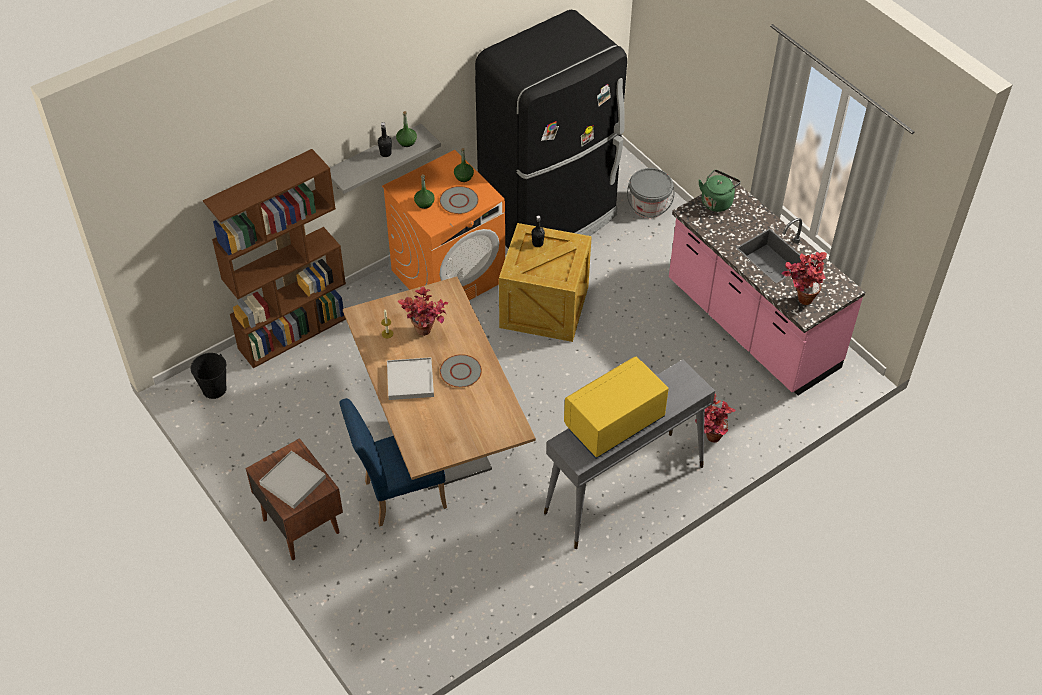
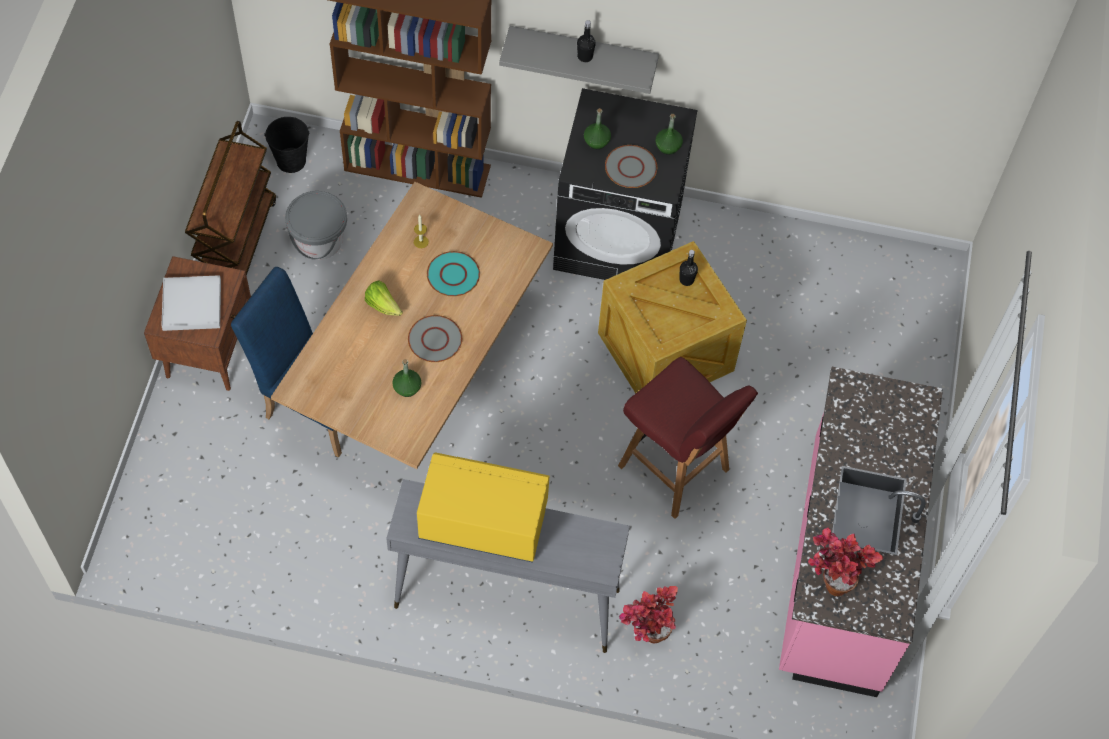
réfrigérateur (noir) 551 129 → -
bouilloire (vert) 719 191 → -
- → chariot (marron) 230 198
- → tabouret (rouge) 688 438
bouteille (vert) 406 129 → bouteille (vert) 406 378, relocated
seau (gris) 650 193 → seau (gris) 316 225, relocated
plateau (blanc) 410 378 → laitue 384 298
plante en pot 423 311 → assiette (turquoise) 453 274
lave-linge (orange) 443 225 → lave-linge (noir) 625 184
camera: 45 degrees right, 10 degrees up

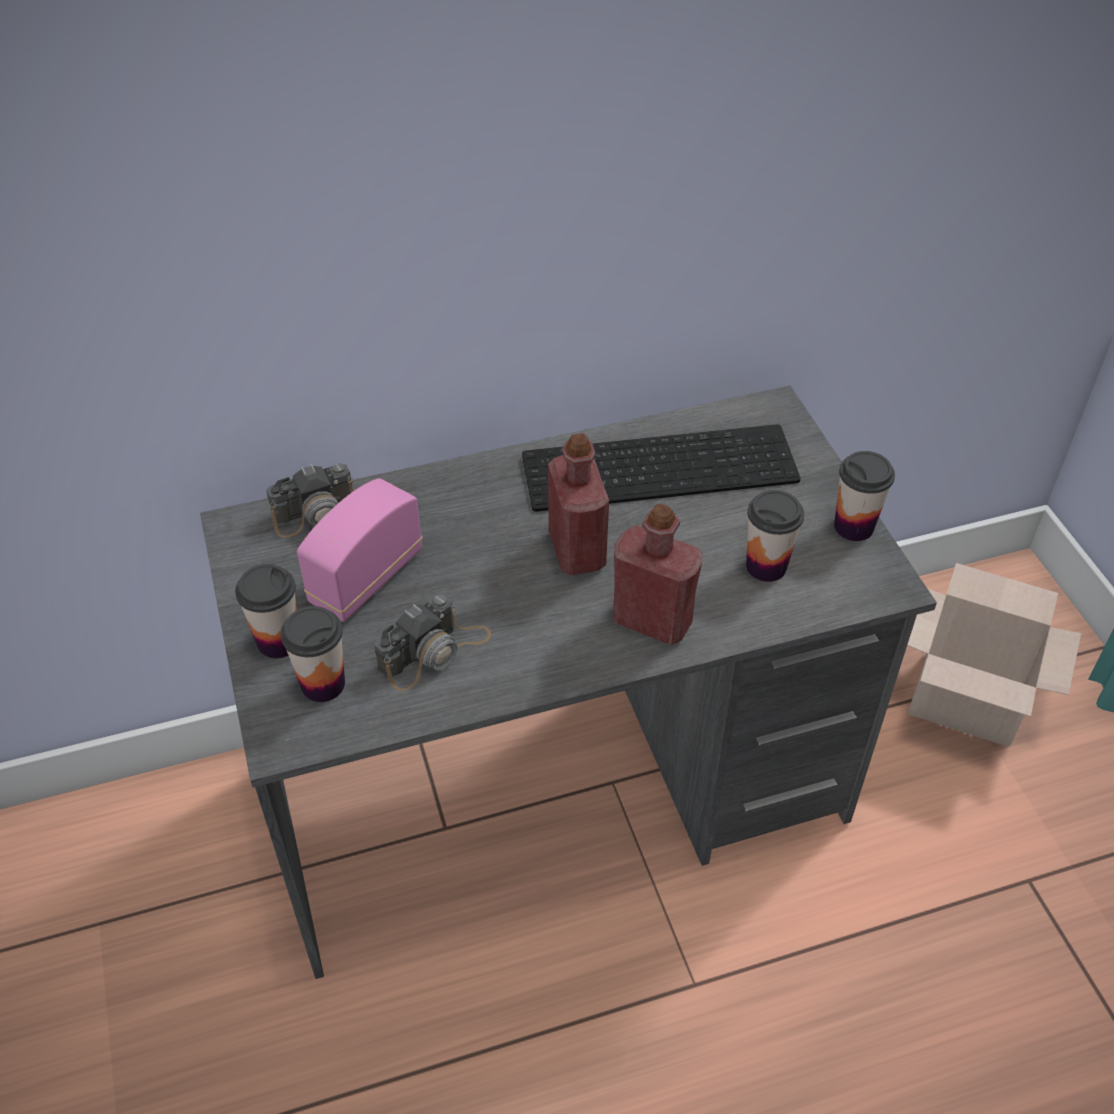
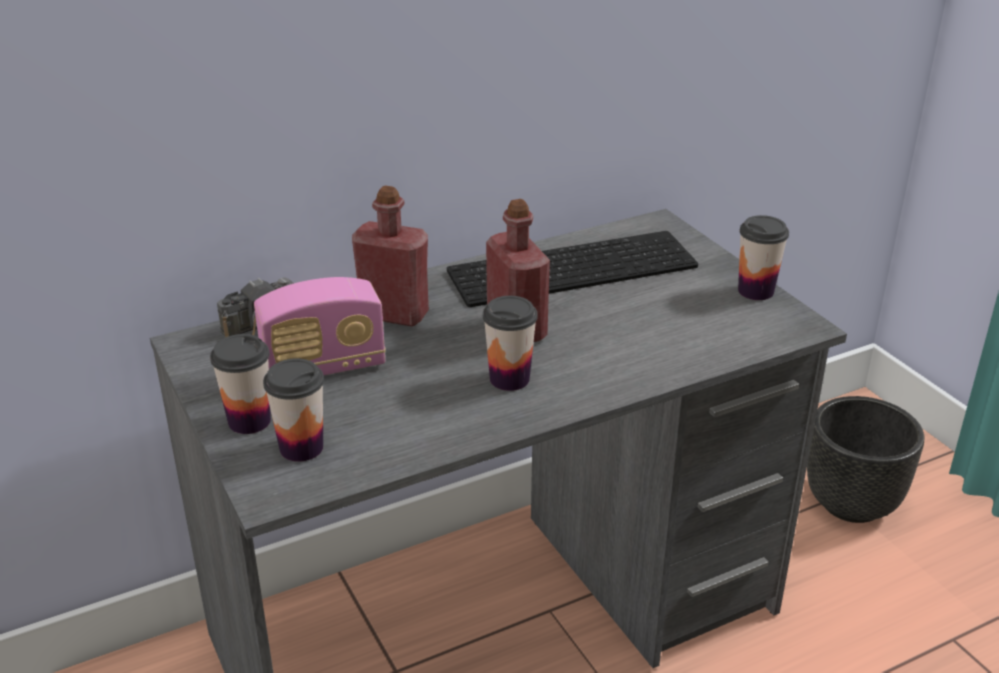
appareil photo 432 642 → -
bouteille (rouge) 657 574 → bouteille (rouge) 390 256, relocated
tasse 775 536 → tasse 510 343, relocated
carton 994 655 → cache-pot (noir) 865 459
radio 359 550 → radio 320 326, 135 degrees counterclockwise
camera: 10 degrees left, 15 degrees down

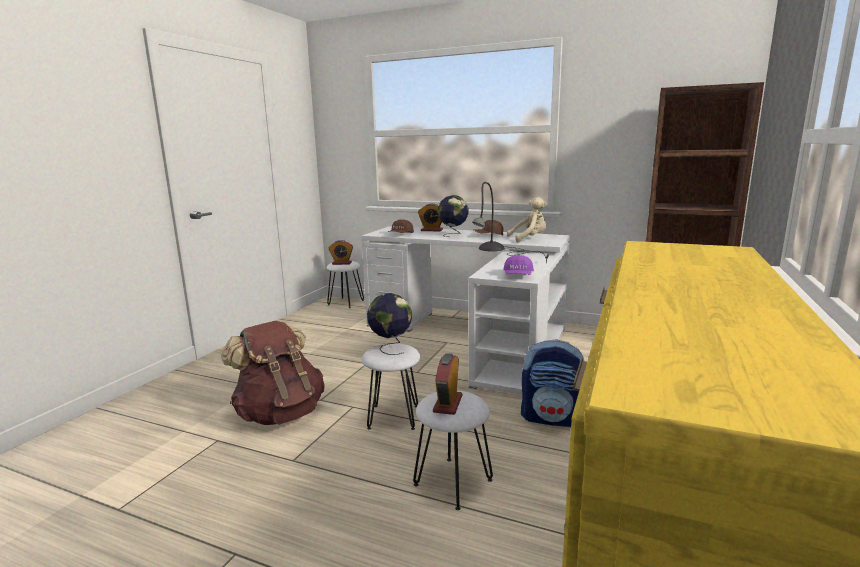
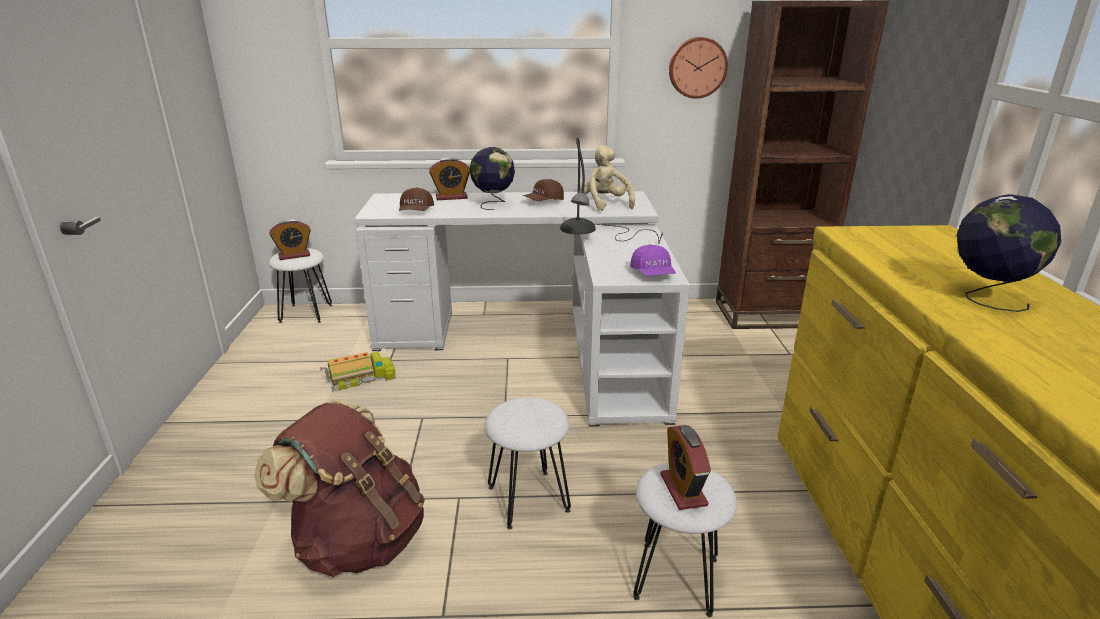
sac à dos 553 383 → -
- → camion jouet 358 370
- → horloge murale 698 68
globe 389 324 → globe 1009 253, relocated
peluche (beige) 527 220 → peluche (beige) 607 178, 75 degrees counterclockwise
camera: 25 degrees left, 10 degrees up

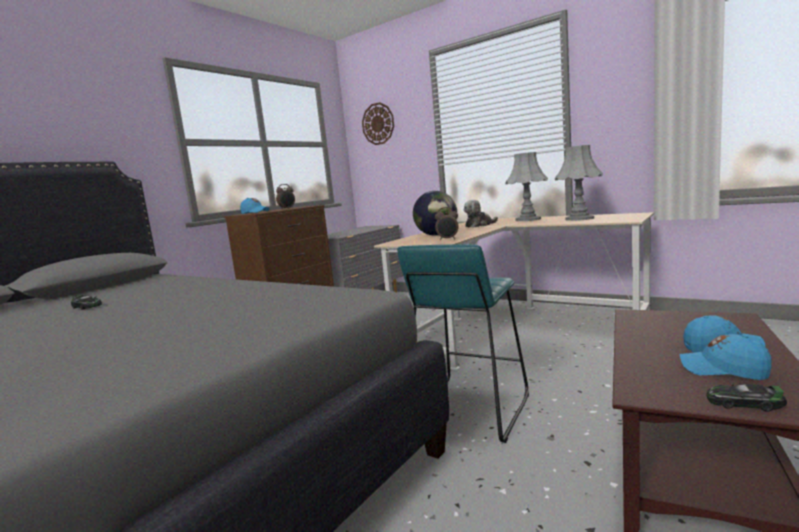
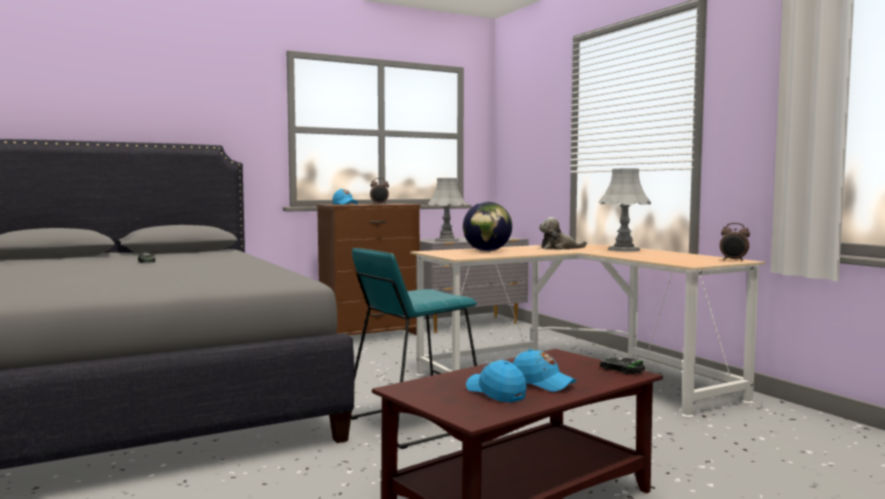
horloge murale 378 123 → -
réveil 447 223 → réveil 735 242, relocated
lampe de table (gris) 579 183 → lampe de table (gris) 447 210, relocated
petite voiture 746 397 → petite voiture 622 366, relocated
camera: 25 degrees right, 5 degrees down

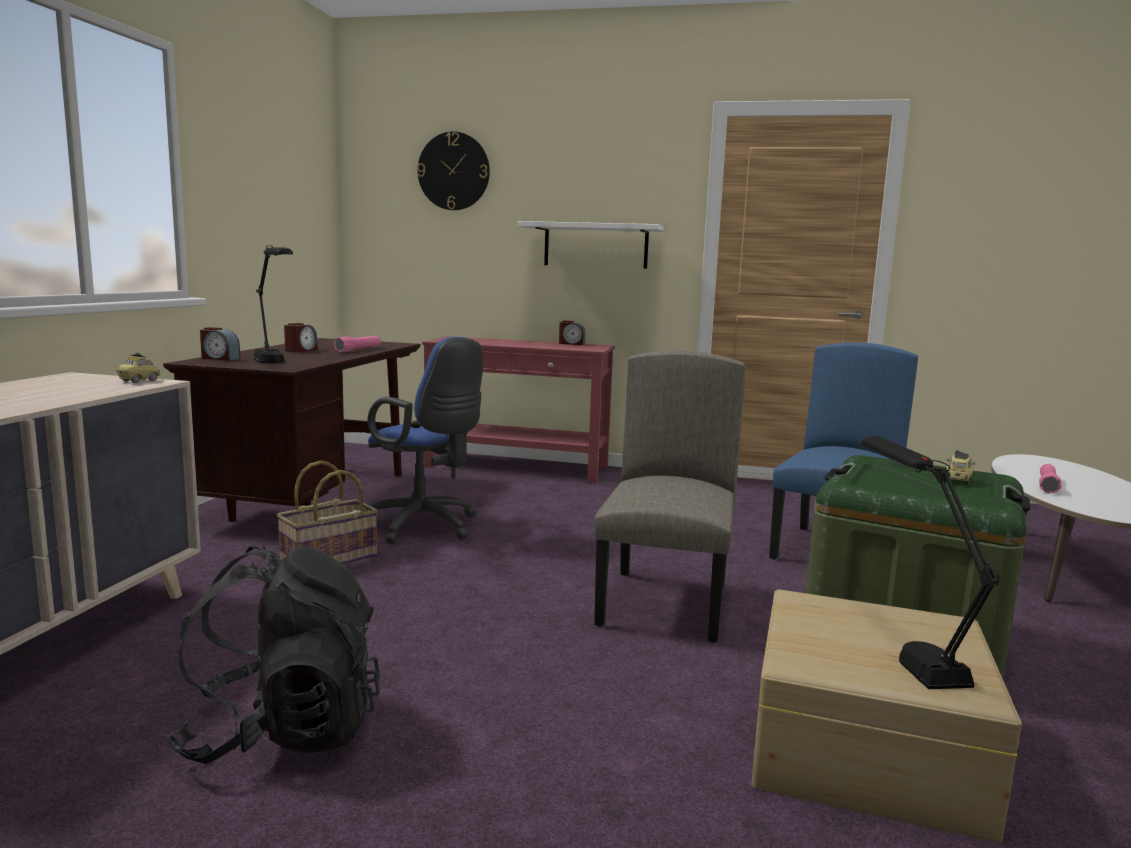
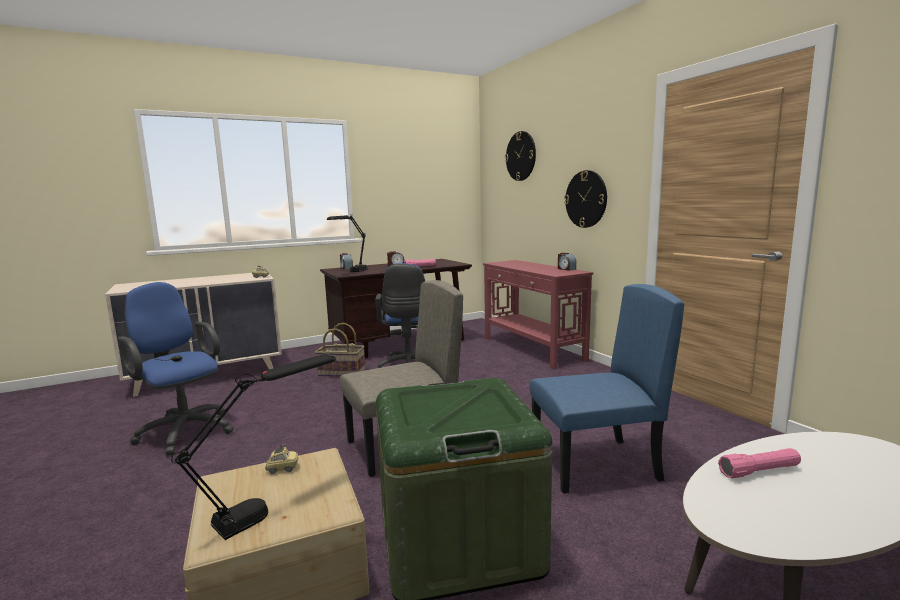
petite voiture 960 467 → petite voiture 281 459, relocated
sac à dos (noir) 273 655 → chaise de bureau (bleu) 176 368
étagère (blanc) 591 245 → horloge murale 585 199
camera: 50 degrees right, 0 degrees up

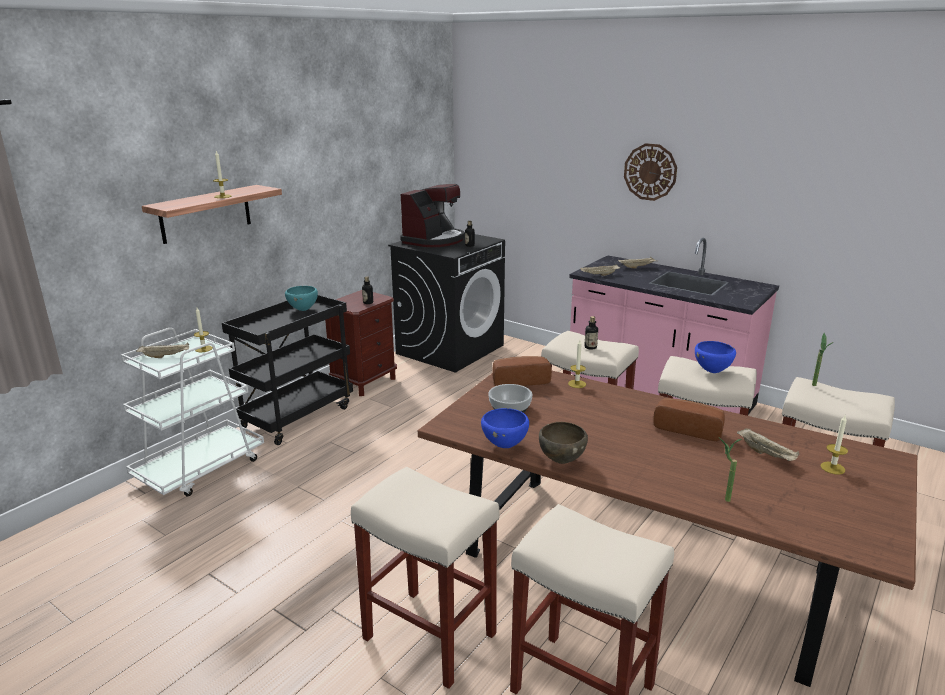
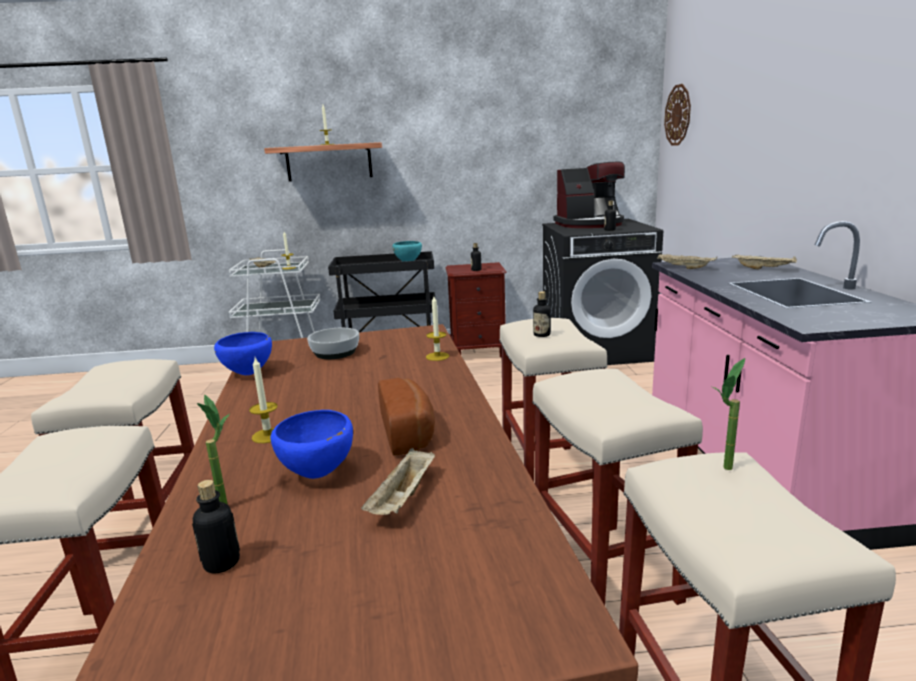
pain 522 371 → -
bol (marron) 563 443 → -
- → bouteille 216 527
horloge murale 650 172 → horloge murale 677 115, relocated
bol (bleu) 715 357 → bol (bleu) 312 444, relocated
bougie 834 445 → bougie 263 400, relocated
camera: 50 degrees right, 5 degrees down

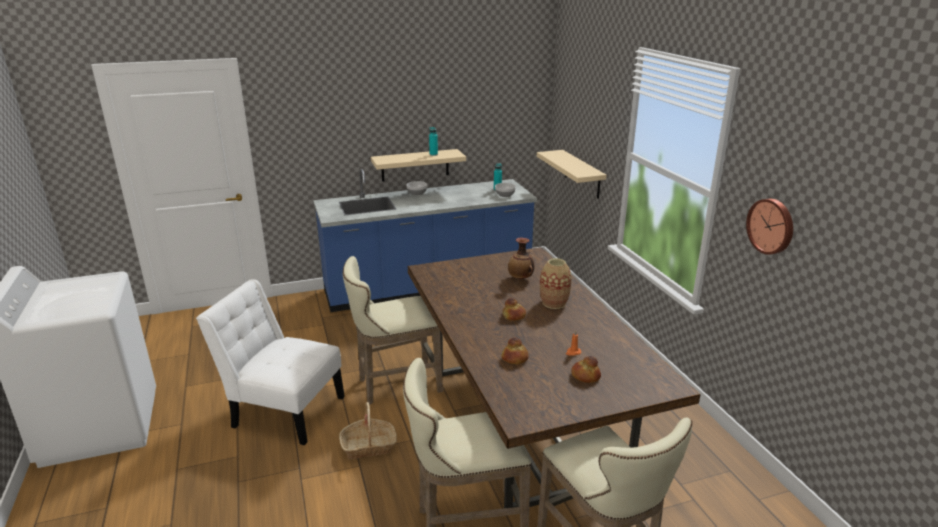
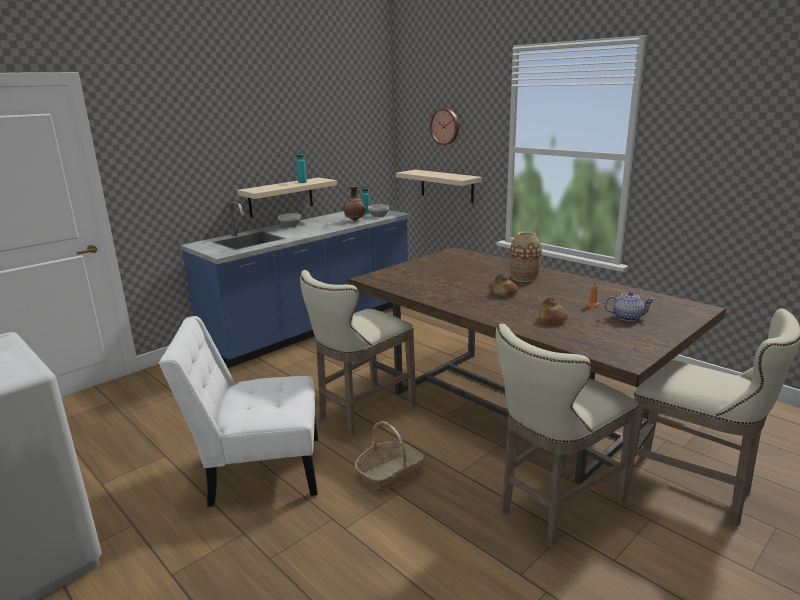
vase 521 258 → vase 354 203, relocated
horloge murale 769 227 → horloge murale 444 126, relocated
pain 586 369 → théière 629 306
camera: 25 degrees left, 5 degrees down

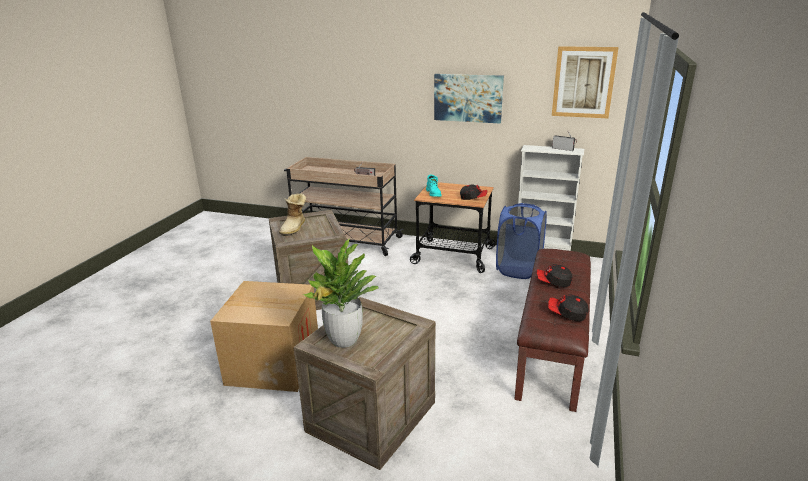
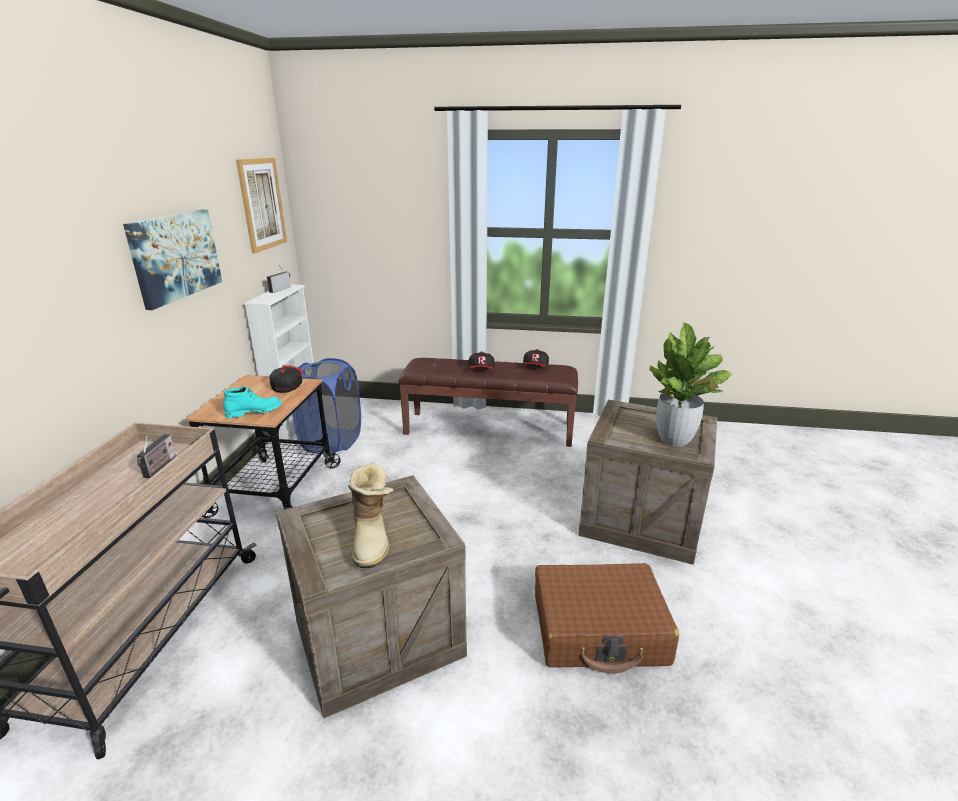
carton 264 336 → valise (marron) 607 618
botte 292 214 → botte 371 515, 75 degrees clockwise
camera: 100 degrees left, 0 degrees up

